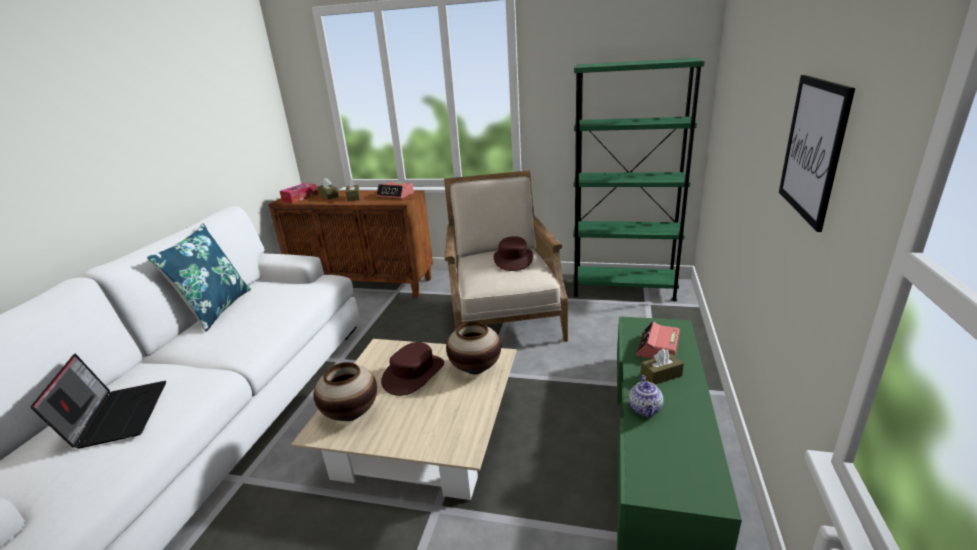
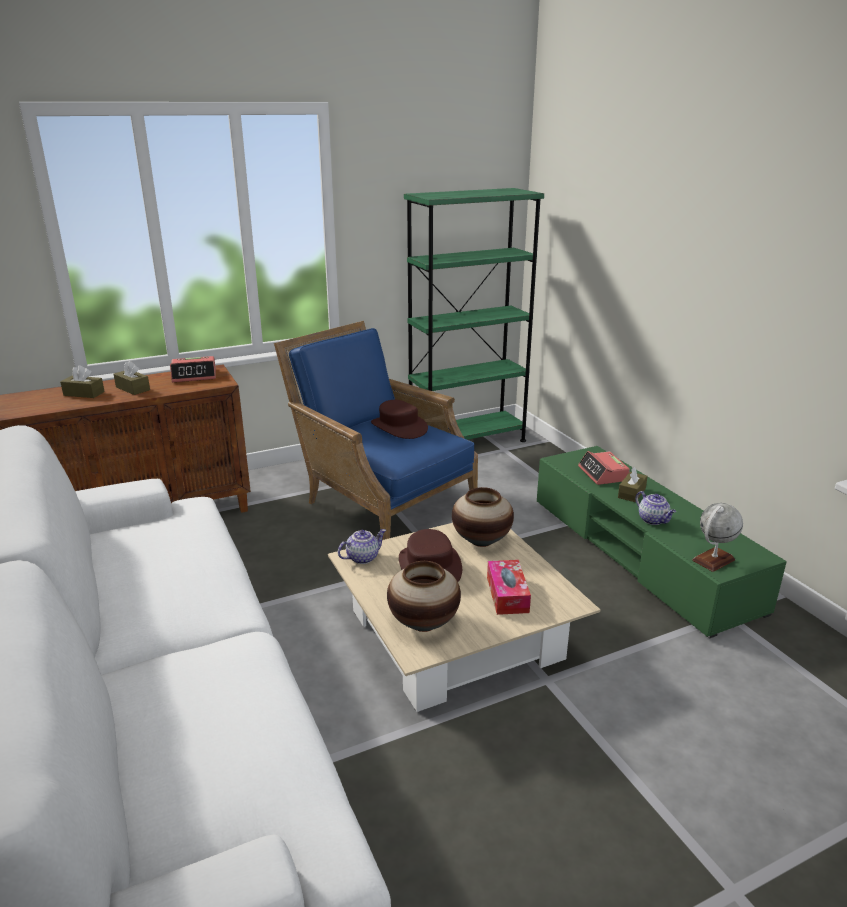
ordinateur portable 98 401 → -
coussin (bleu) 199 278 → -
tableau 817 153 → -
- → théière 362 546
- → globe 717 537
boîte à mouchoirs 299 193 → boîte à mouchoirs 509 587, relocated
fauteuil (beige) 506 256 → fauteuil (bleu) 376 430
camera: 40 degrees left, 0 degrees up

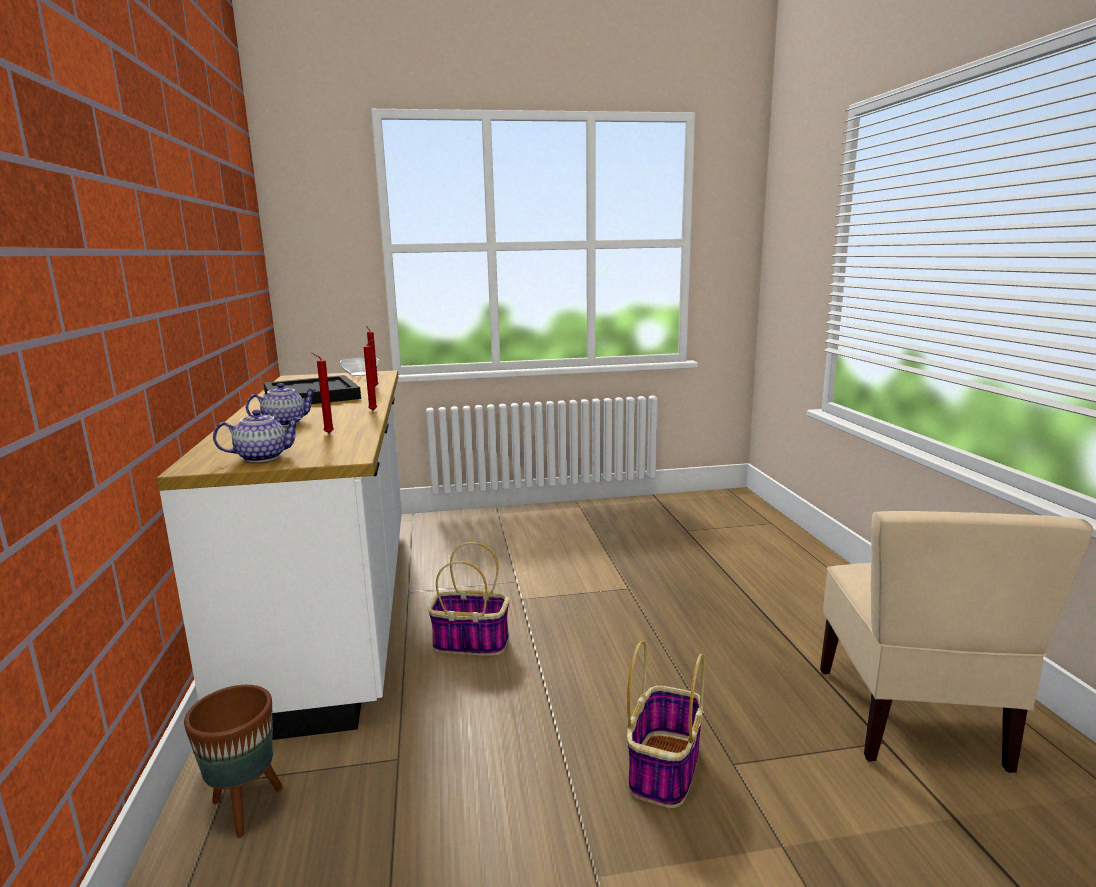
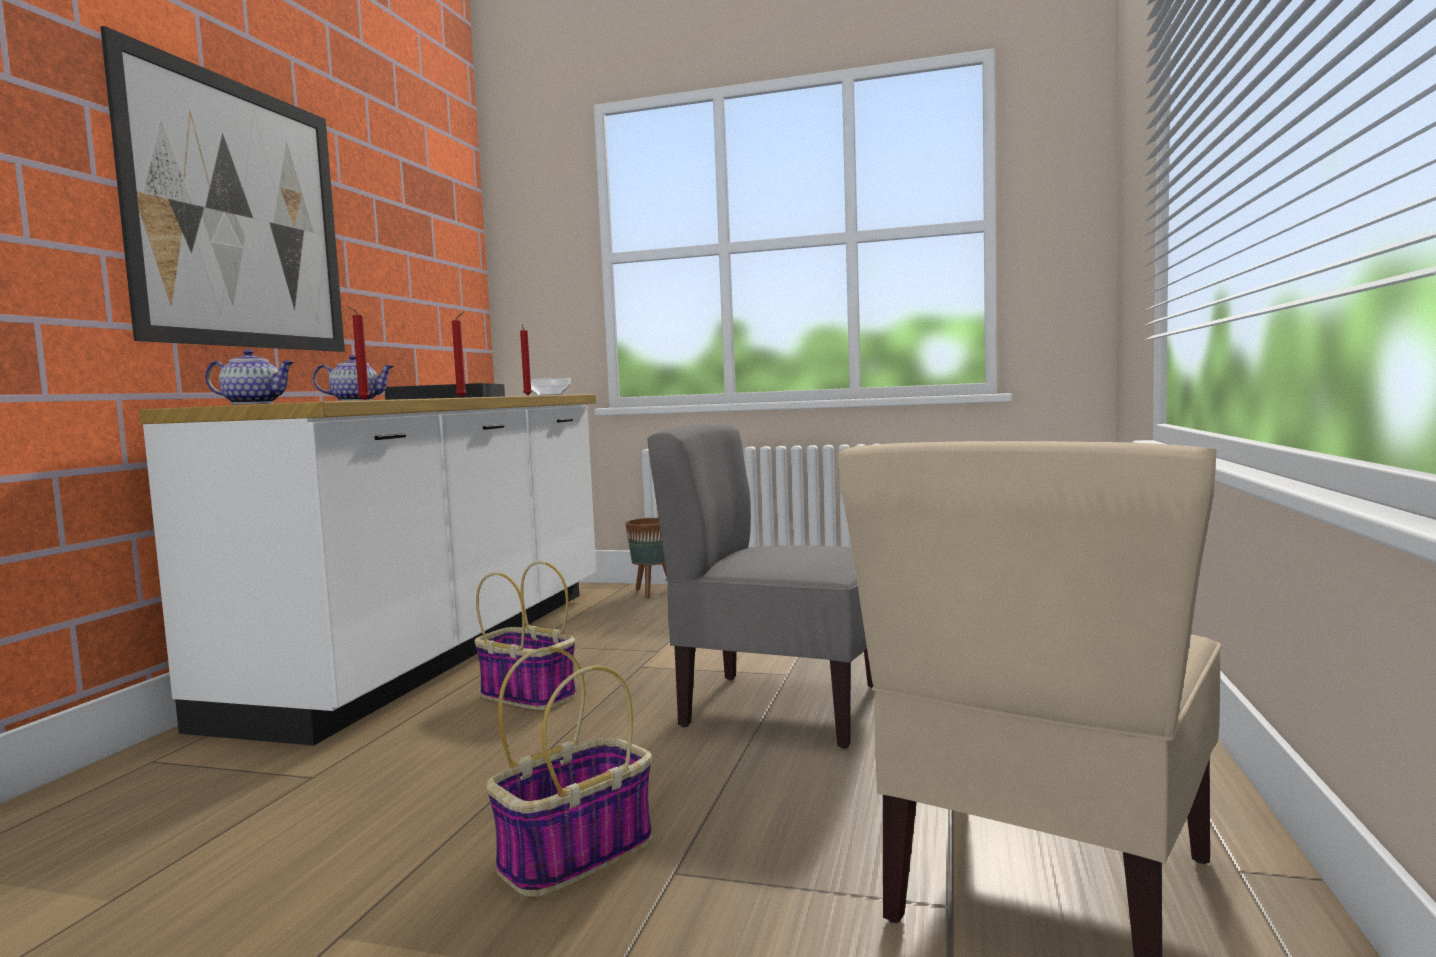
- → tableau 222 189
- → chaise (gris) 760 586
cache-pot (marron) 233 761 → cache-pot (marron) 646 558, relocated
camera: 25 degrees right, 10 degrees down

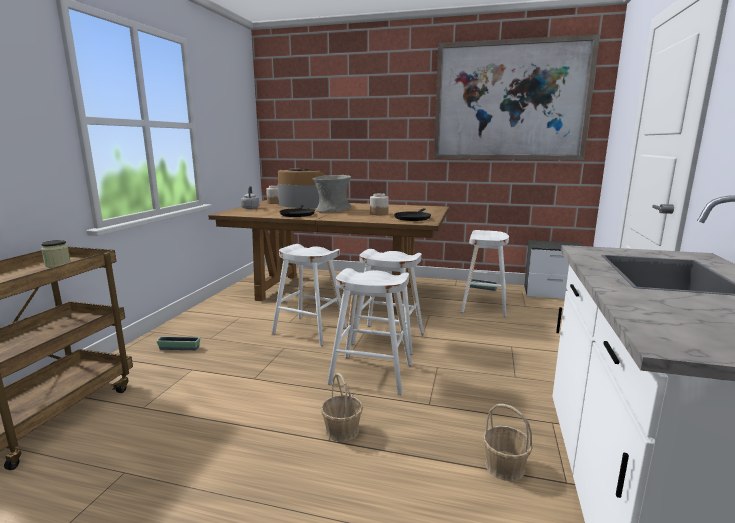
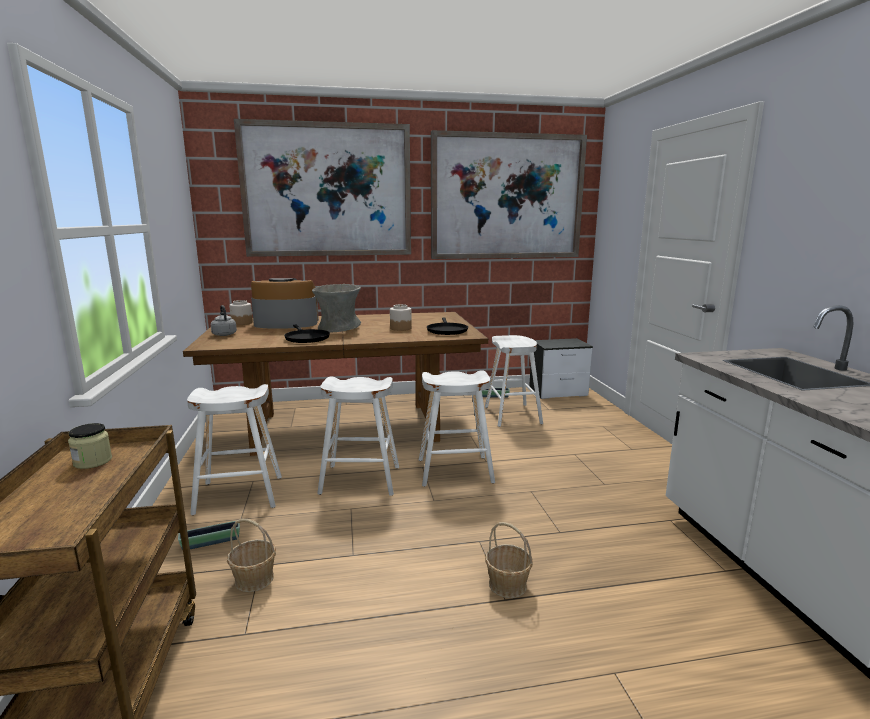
- → tableau 322 188
tabouret (blanc) 369 331 → tabouret (blanc) 234 449, relocated
panier 508 442 → panier 251 555, relocated
camera: 25 degrees left, 0 degrees up

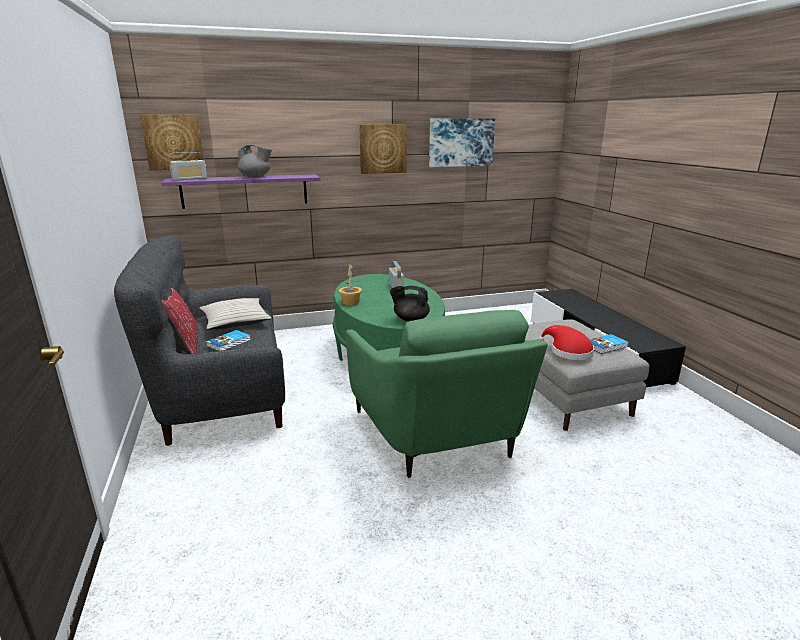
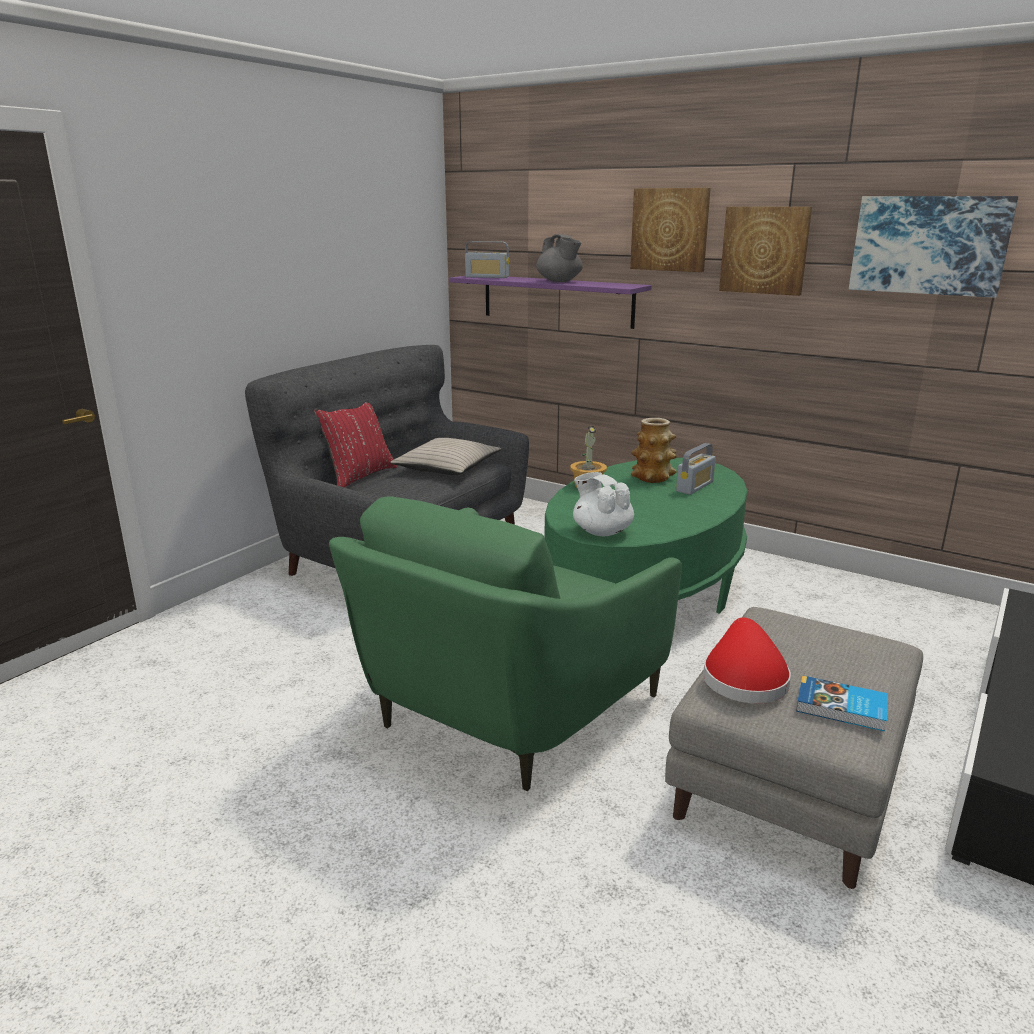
livre 228 340 → -
- → vase 654 450
tableau 171 142 → tableau 670 230, relocated
théière (noir) 410 304 → théière (blanc) 603 504
camera: 50 degrees right, 0 degrees up

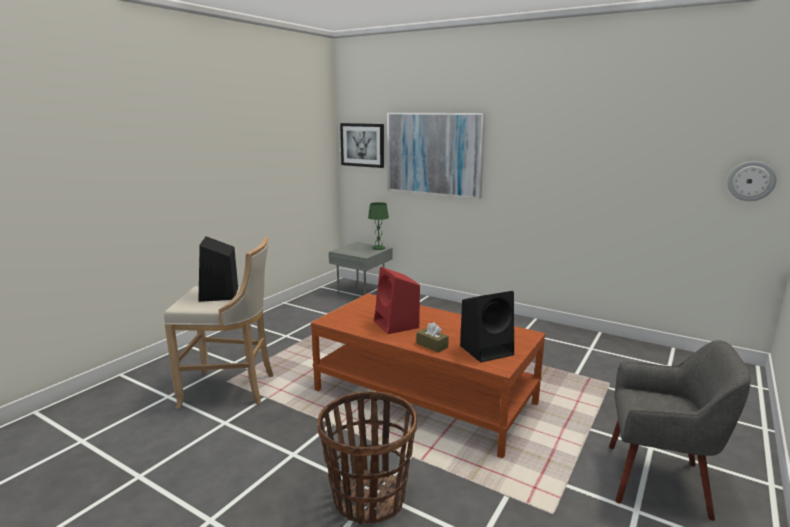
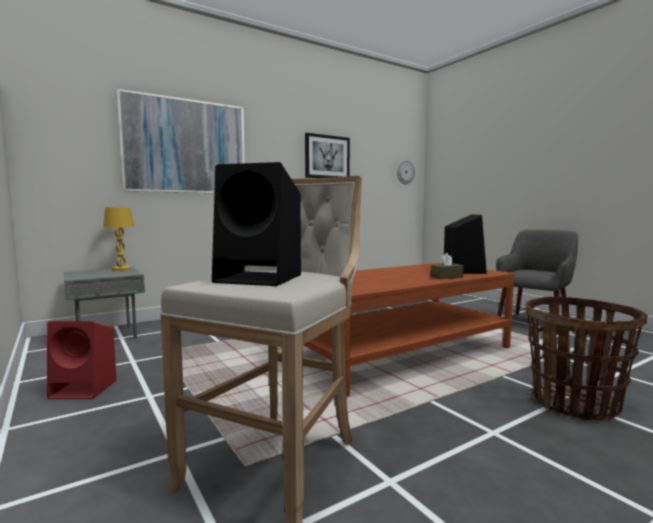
tableau 362 145 → tableau 327 155, relocated
enceinte (rouge) 397 300 → enceinte (rouge) 82 360, relocated
lampe de table (vert) 378 226 → lampe de table (jaune) 118 239
camera: 65 degrees left, 10 degrees down

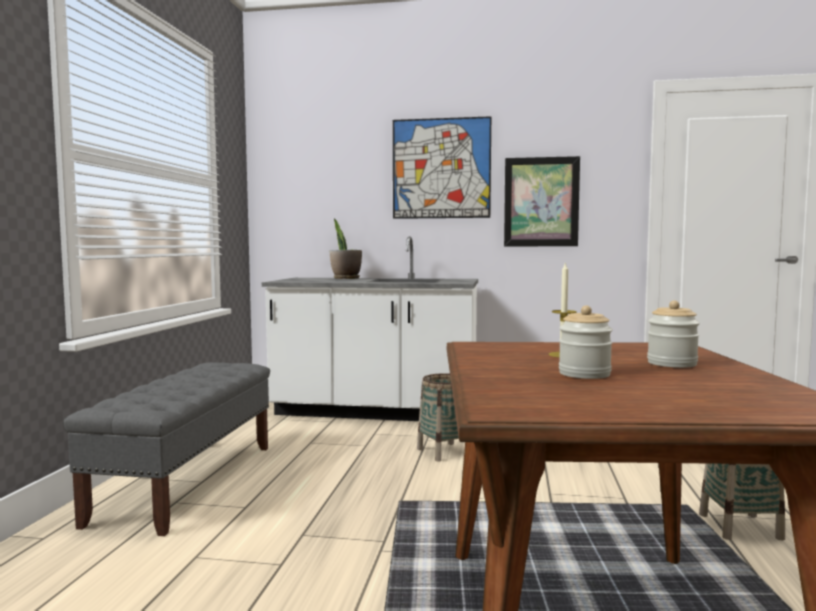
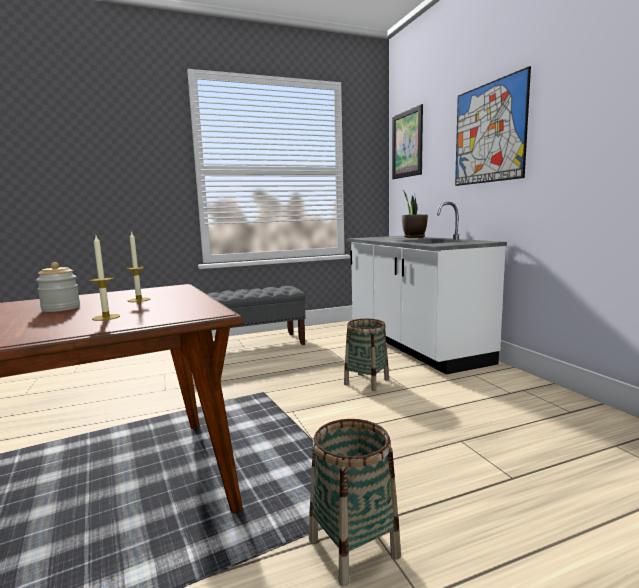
tableau 542 201 → tableau 407 141, relocated
bocal 673 334 → bougie 104 278
camera: 60 degrees right, 5 degrees up

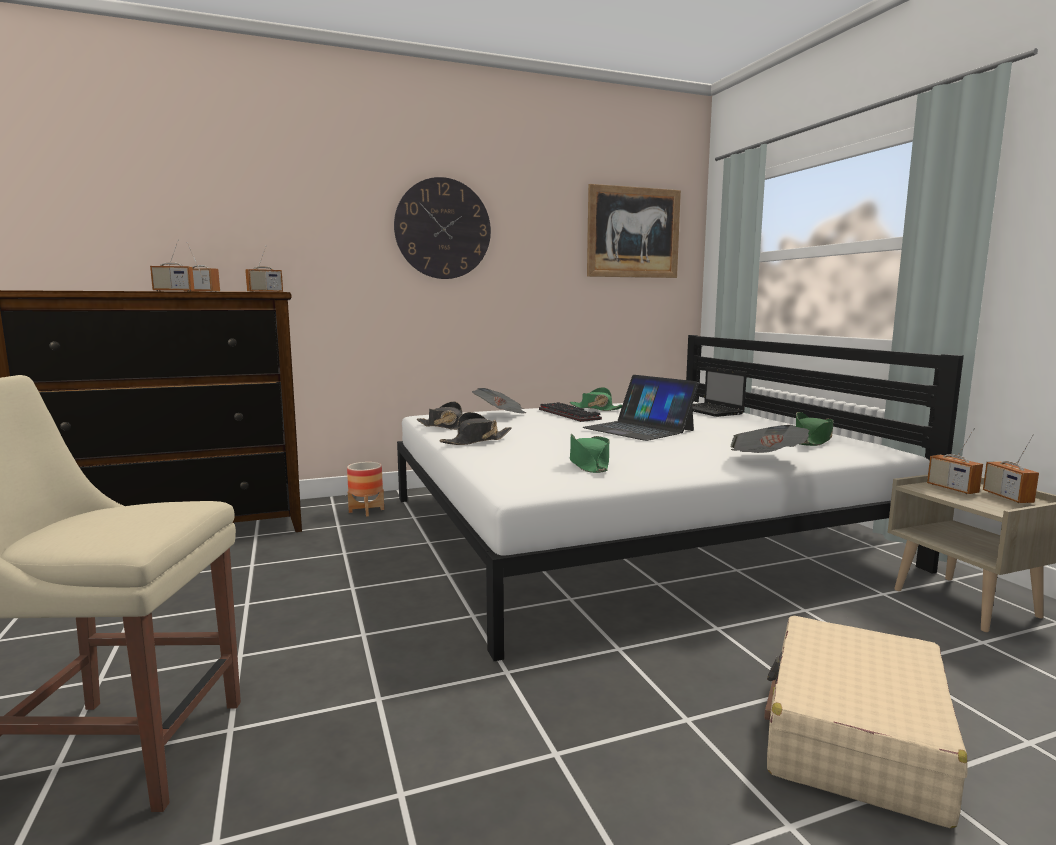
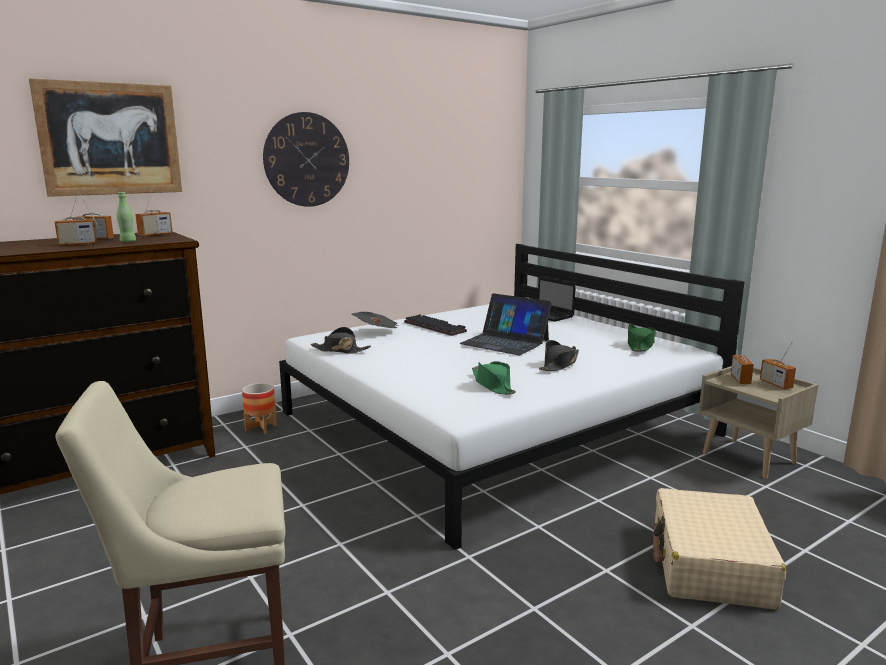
chapeau (vert) 596 399 → -
journal 769 439 → -
- → bouteille (vert) 126 217
chapeau (noir) 475 428 → chapeau (noir) 559 355, relocated
tableau 634 231 → tableau 105 137, relocated
radio 955 461 → radio 742 359, 135 degrees counterclockwise
camera: 15 degrees left, 5 degrees up

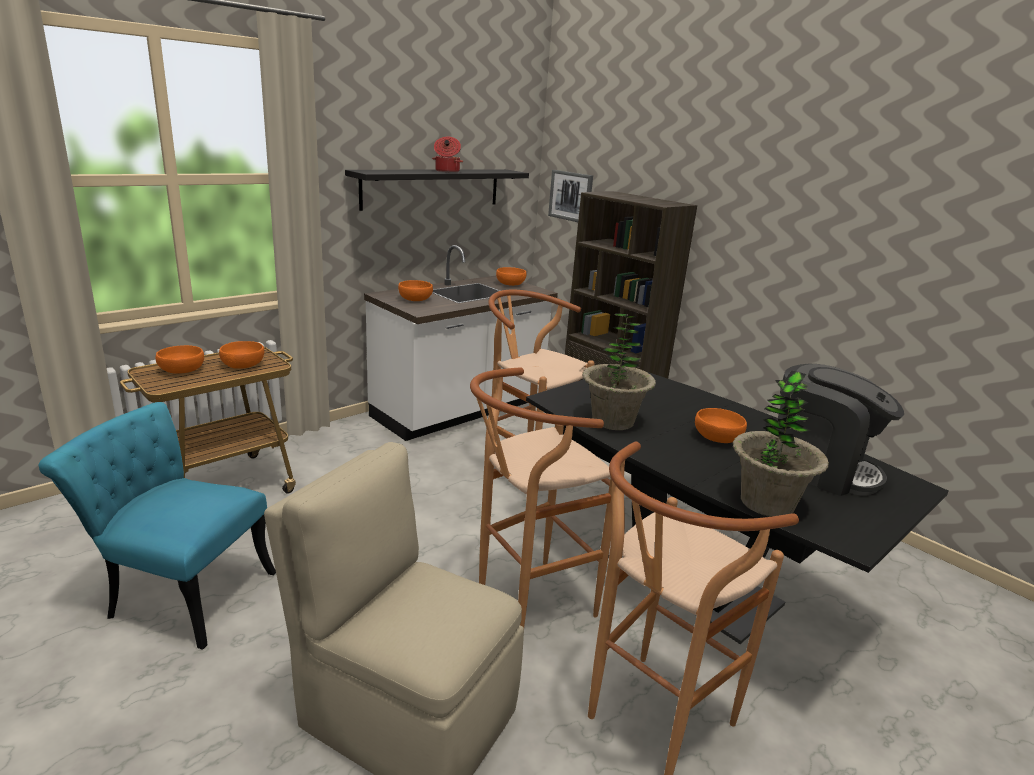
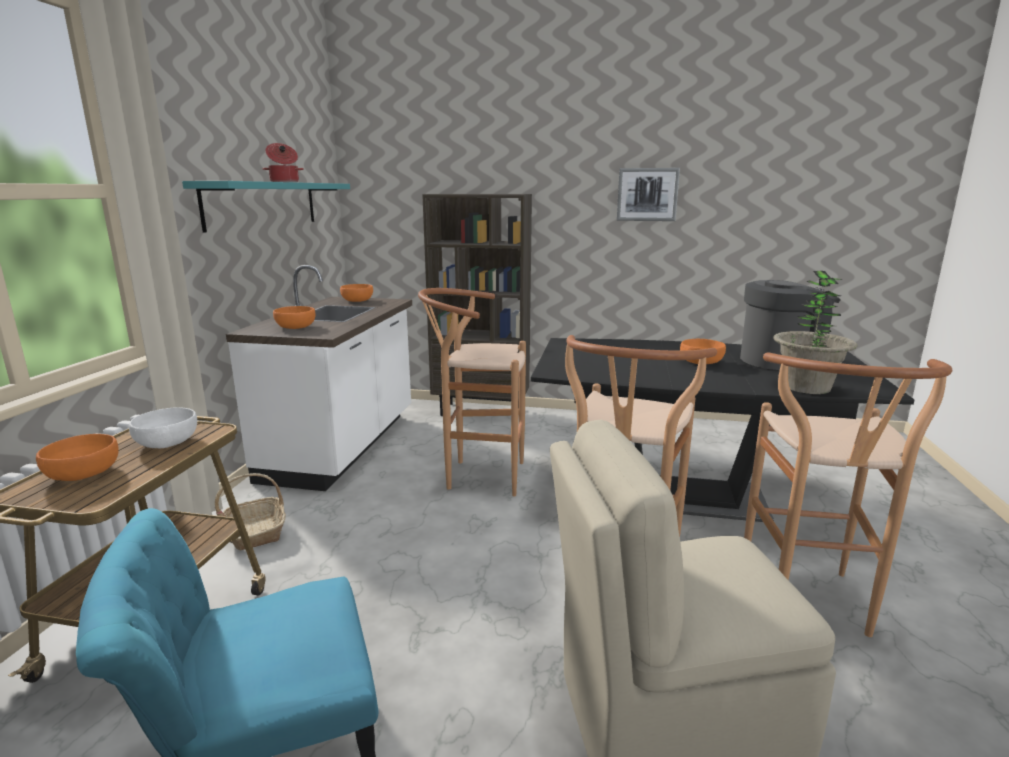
plante en pot 619 371 → -
- → panier 250 511
tableau 570 196 → tableau 648 194, relocated
bol (orange) 241 355 → bol (blanc) 163 427
étagère (noir) 437 190 → étagère (turquoise) 266 207
camera: 35 degrees left, 5 degrees down

